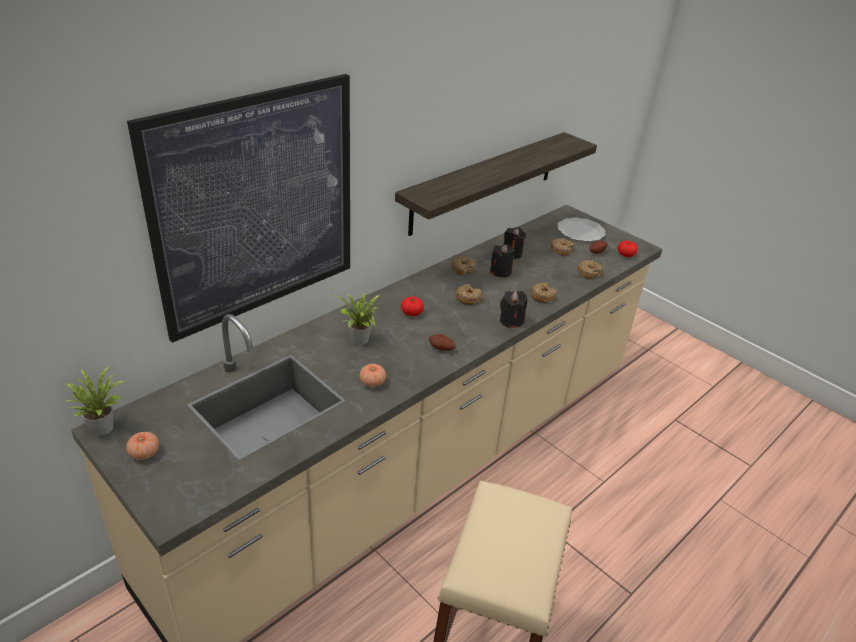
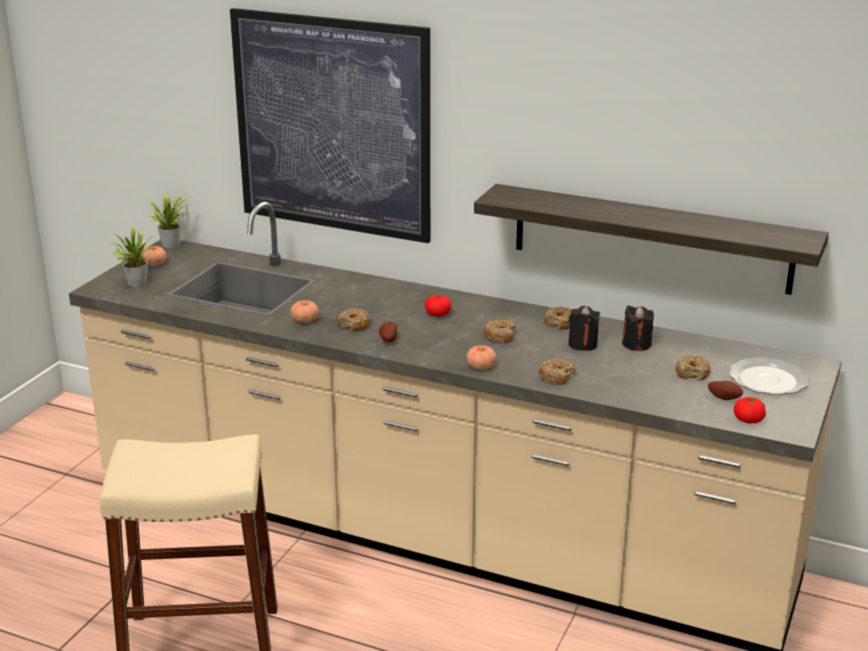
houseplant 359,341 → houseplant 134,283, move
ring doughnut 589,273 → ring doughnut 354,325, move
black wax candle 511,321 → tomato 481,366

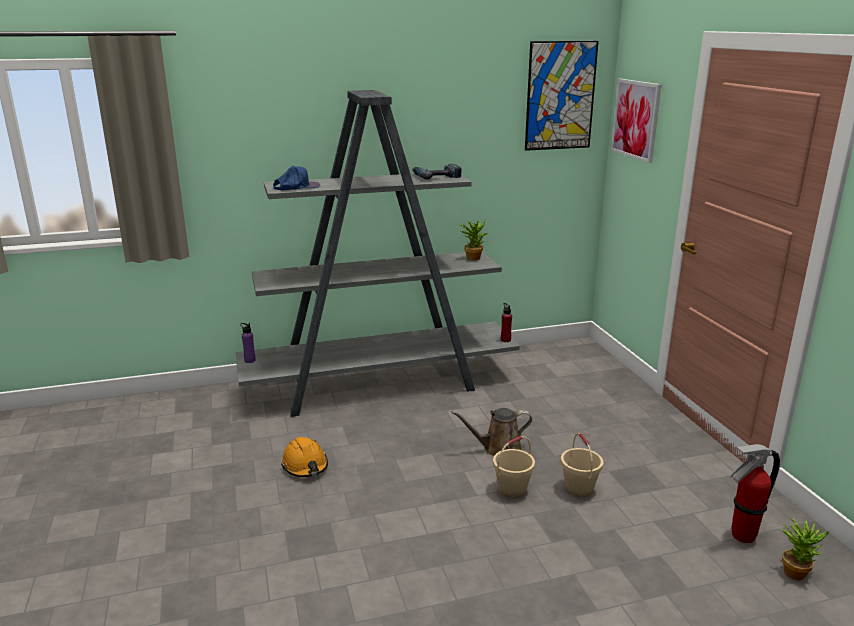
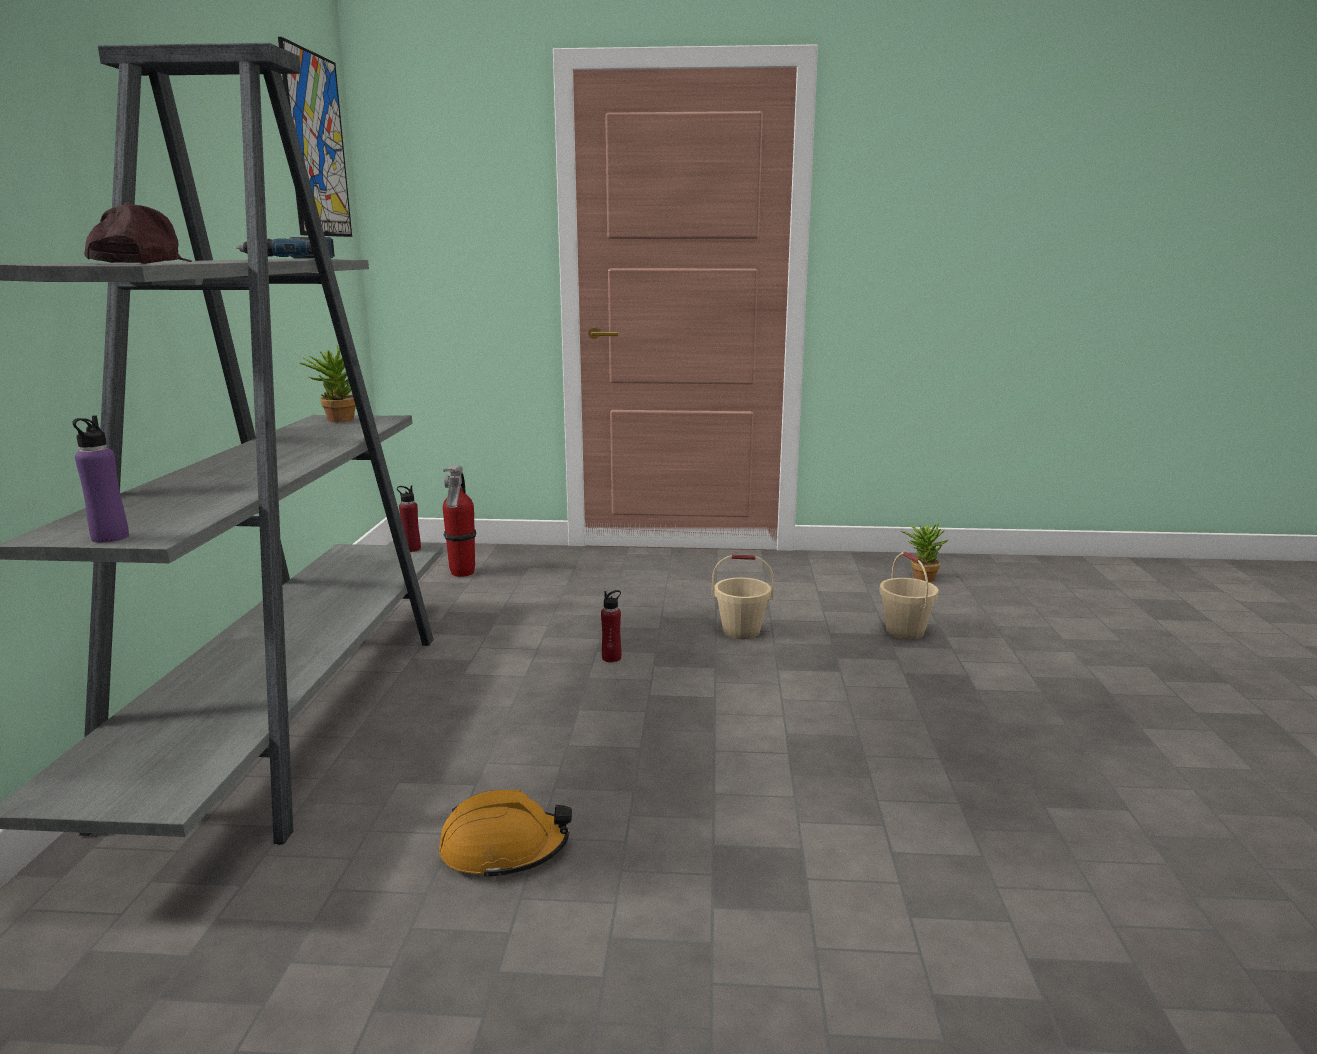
purple bottle 249,360 → purple bottle 110,537, move
bluish cap 296,187 → brown-coloured cap 138,263
fire-fighting cylinder 742,536 → fire-fighting cylinder 462,573, move
brown-coloured watering can 498,448 → red-coloured bottle 611,658
sand-coloured pail 512,490 → sand-coloured pail 905,631, move
wall picture 636,119 → -

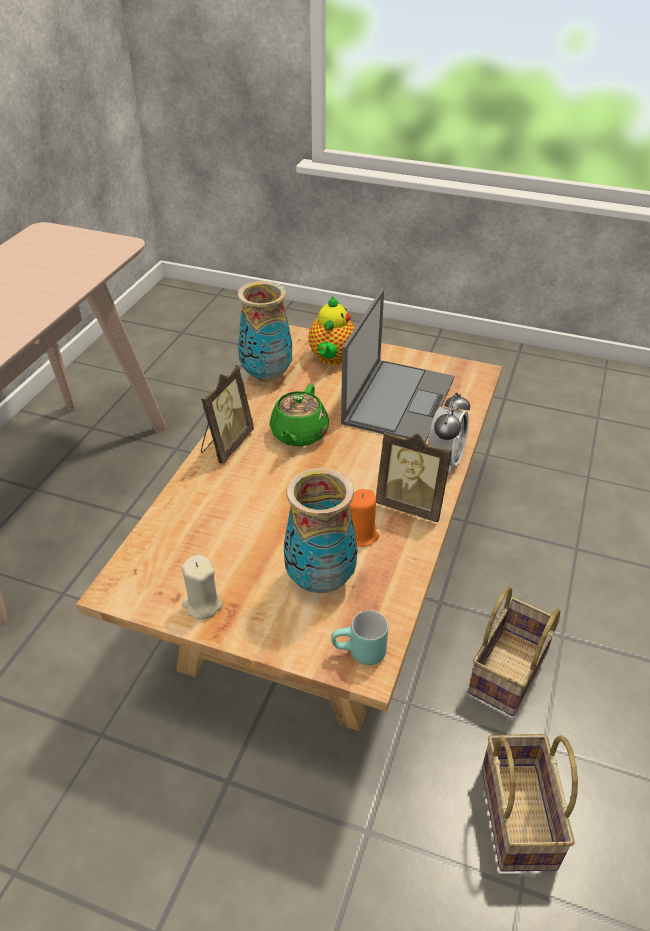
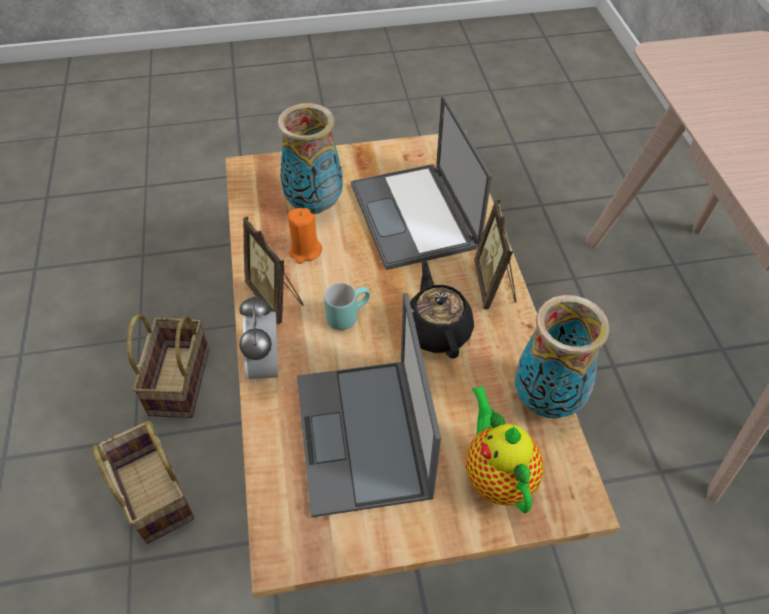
basket 520,819 → basket 152,493, move
picture frame 411,505 → picture frame 276,297, 120 degrees counterclockwise
turquoise coffee mug 359,654 → turquoise coffee mug 347,315, move
- → laptop 415,217
green pot for tea 299,434 → black pot for tea 437,329
sand-coloured wax candle 202,605 → -

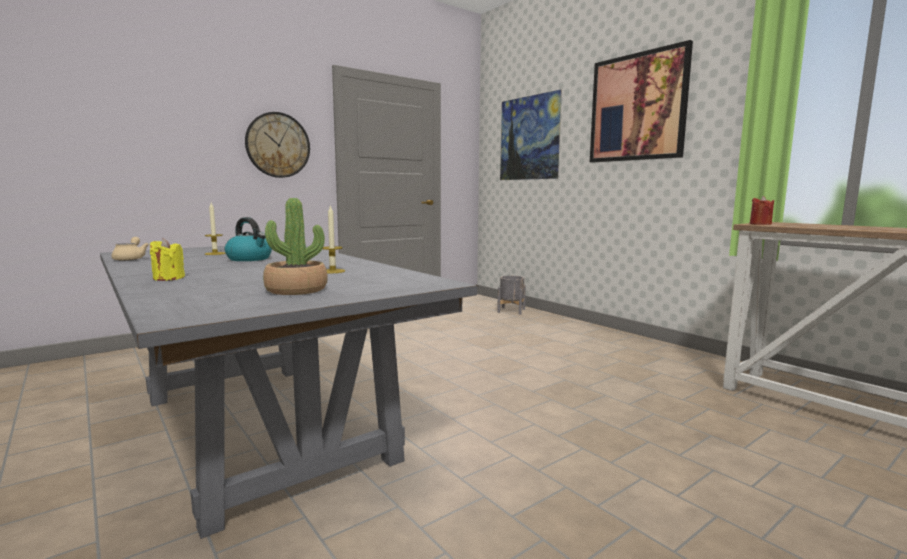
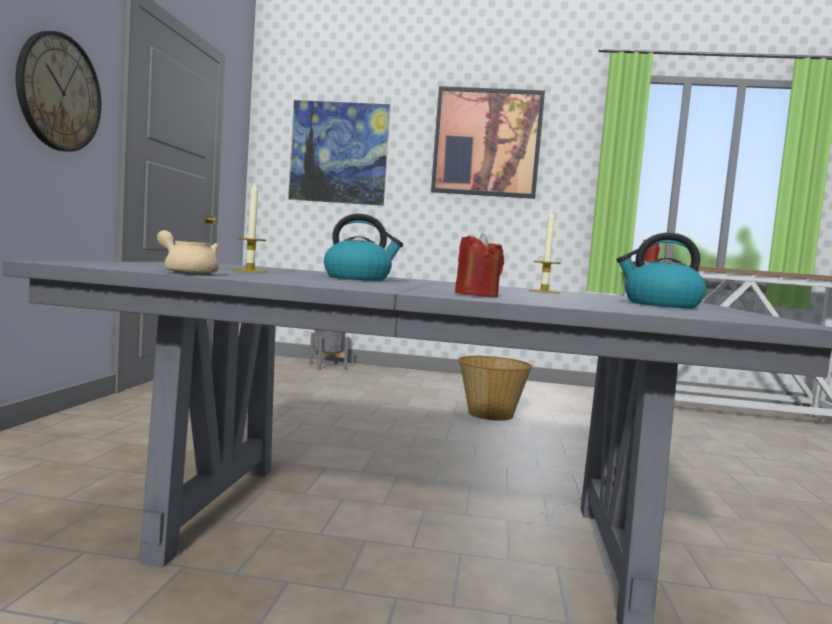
yellow-coloured wax candle 168,278 → red-coloured wax candle 477,295
- → basket 490,414
houseplant 296,290 → tea kettle 660,305

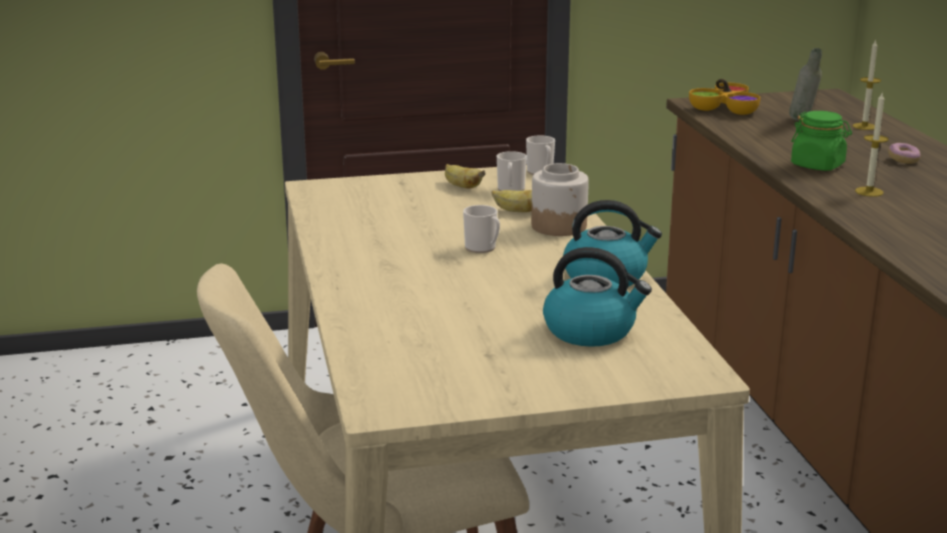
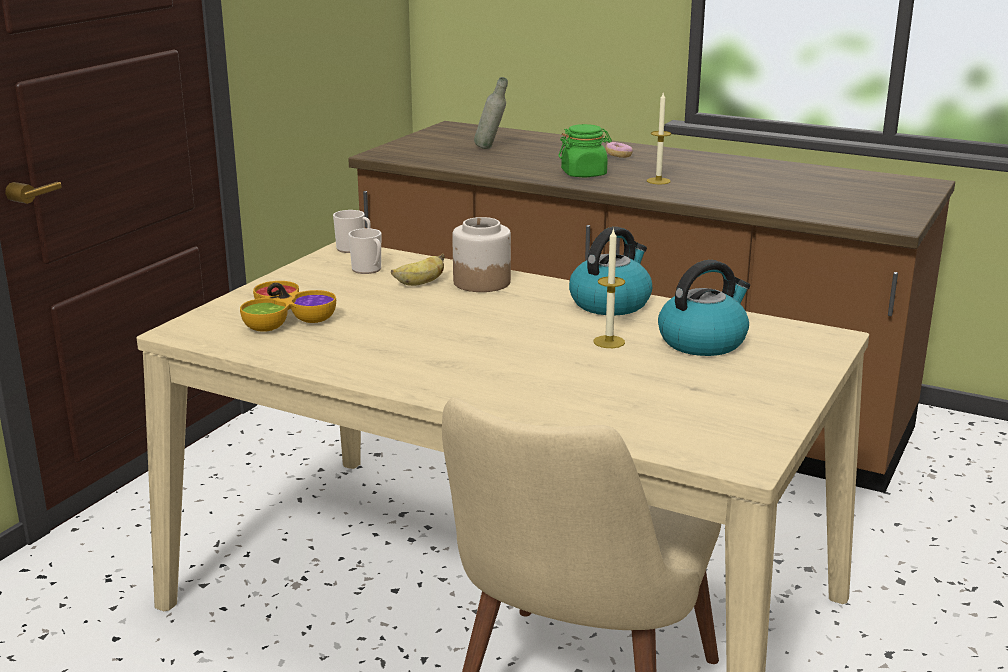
deep dish 725,108 → deep dish 285,319, move
wax candle 864,126 → wax candle 609,342, move
banana 461,186 → -
coffee mug 483,248 → -

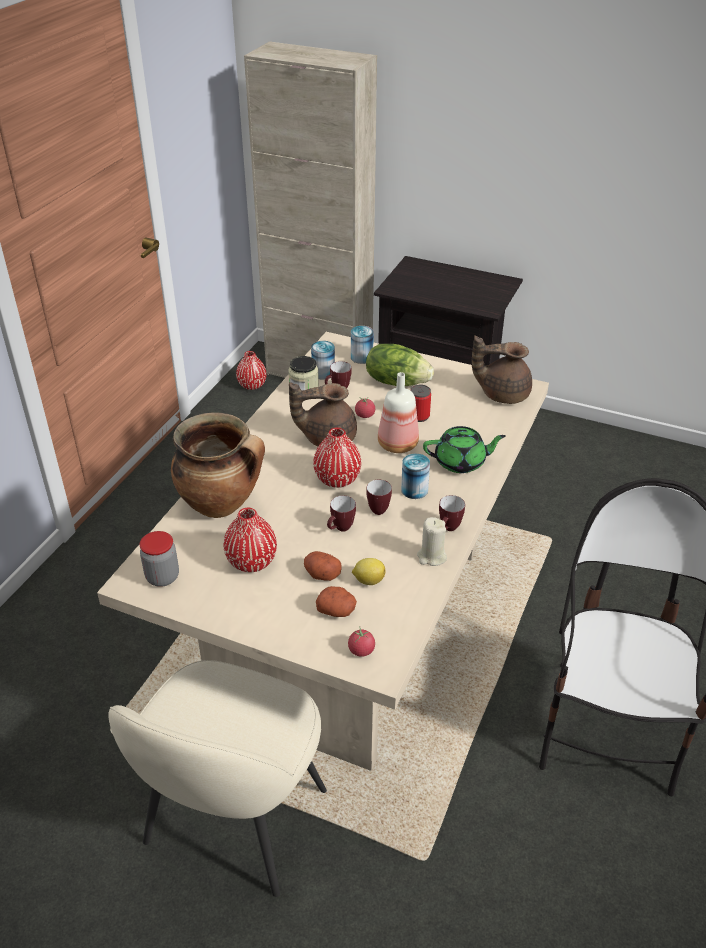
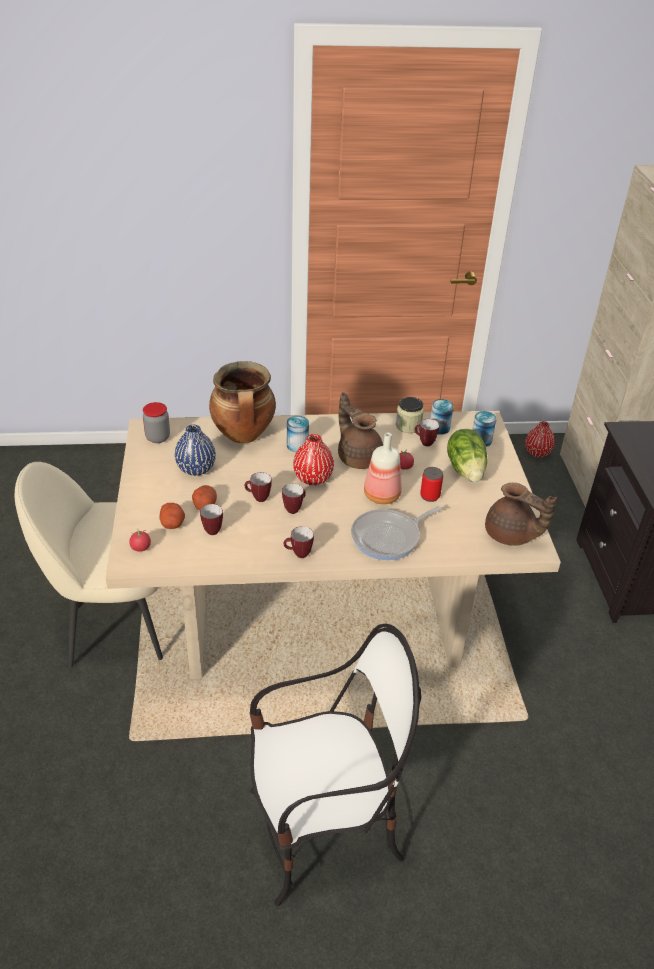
red-coloured flower vase 252,562 → bluish flower vase 196,469
whole lemon 368,580 → coffee mug 212,529
can 414,490 → can 297,445, move
green pot for tea 461,462 → skillet 389,537
brown-coloured pot for tea 502,393 → brown-coloured pot for tea 511,535, 150 degrees clockwise
sand-coloured wax candle 431,557 → -

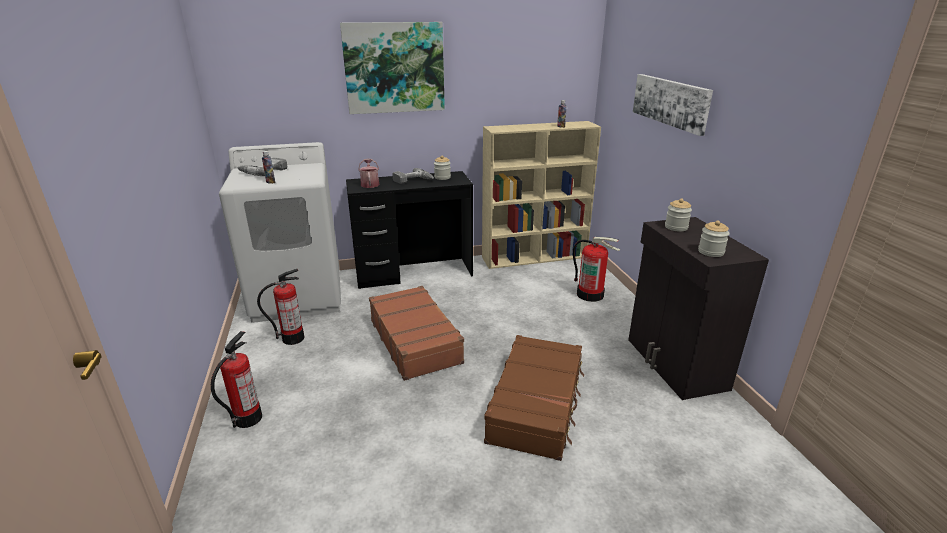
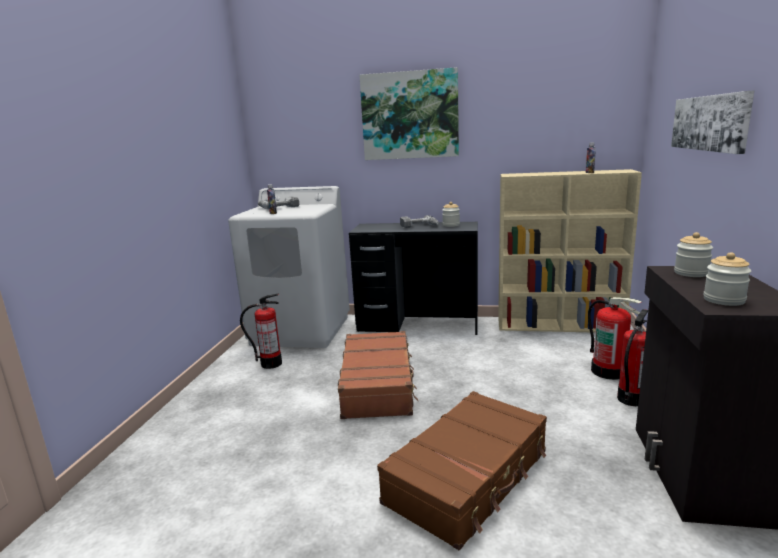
fire-fighting cylinder 248,418 → fire-fighting cylinder 630,399, move
watering can 370,184 → -

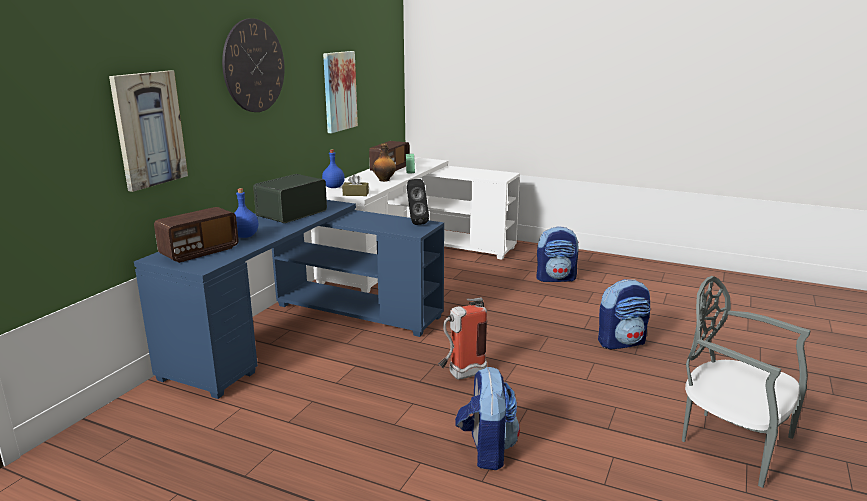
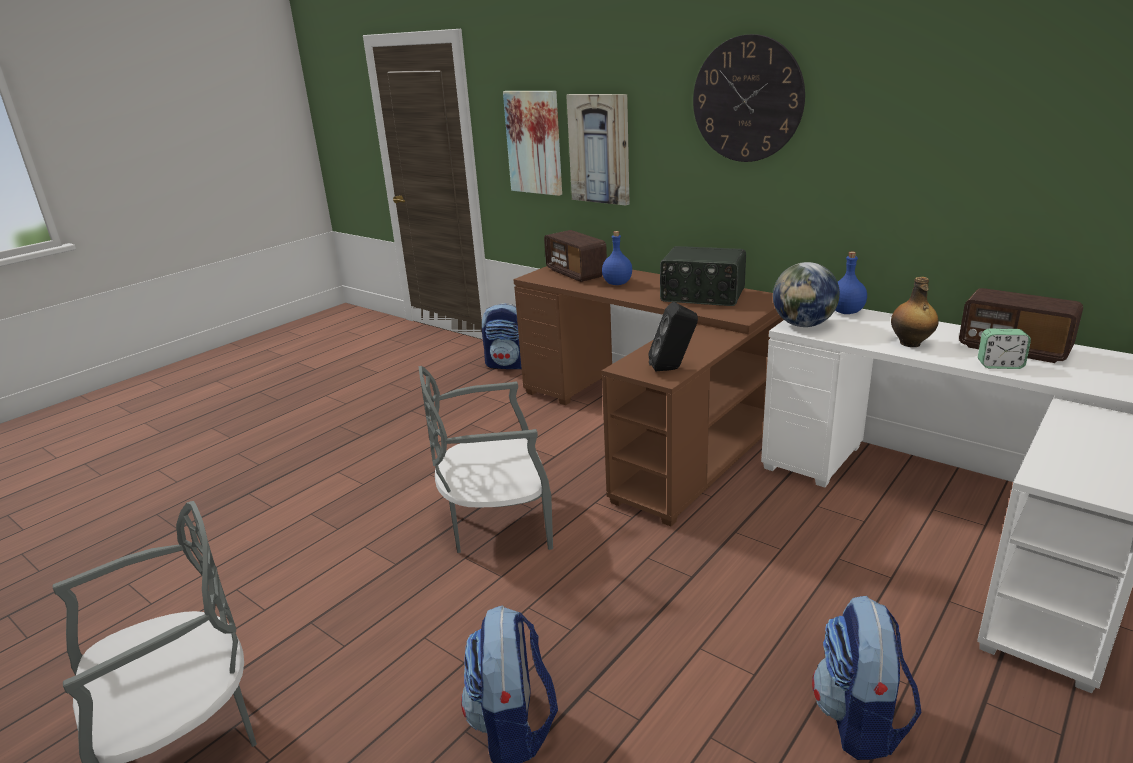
fire-fighting cylinder 461,375 → grey chair 496,525
backpack 486,450 → backpack 510,365, move
wall picture 339,91 → wall picture 534,142, move
bluish desk 303,330 → brown-coloured desk 653,425
radio 291,213 → radio 702,296, 150 degrees clockwise
brown-coloured box of tissues 355,194 → desk globe 803,325

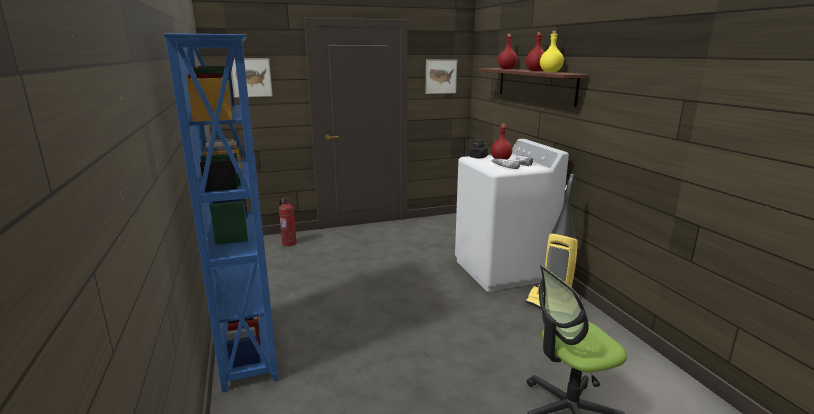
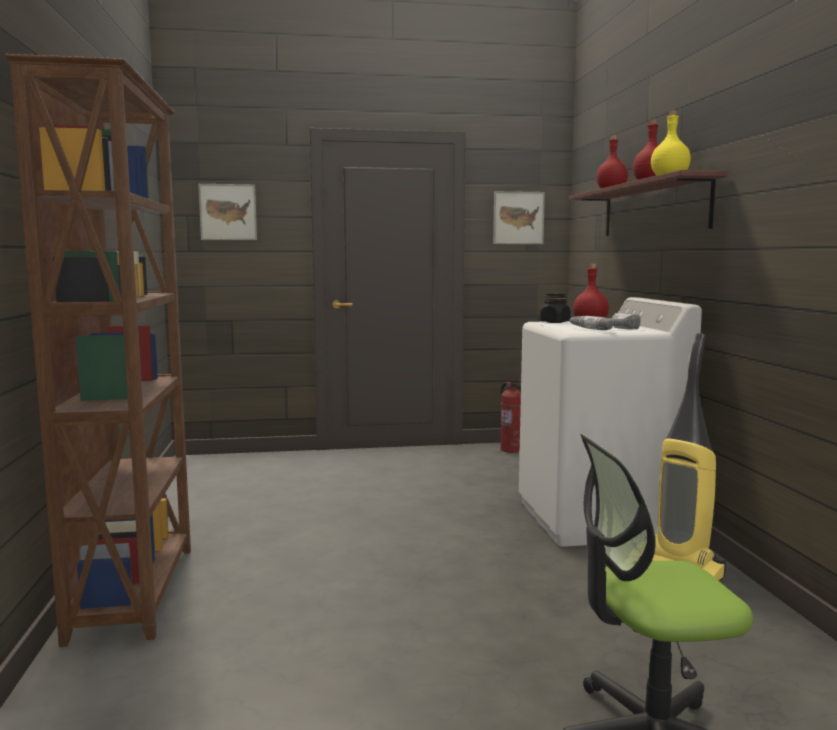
bluish shelving unit 251,347 → brown-coloured shelving unit 136,591
fire-fighting cylinder 289,243 → fire-fighting cylinder 511,450, move

